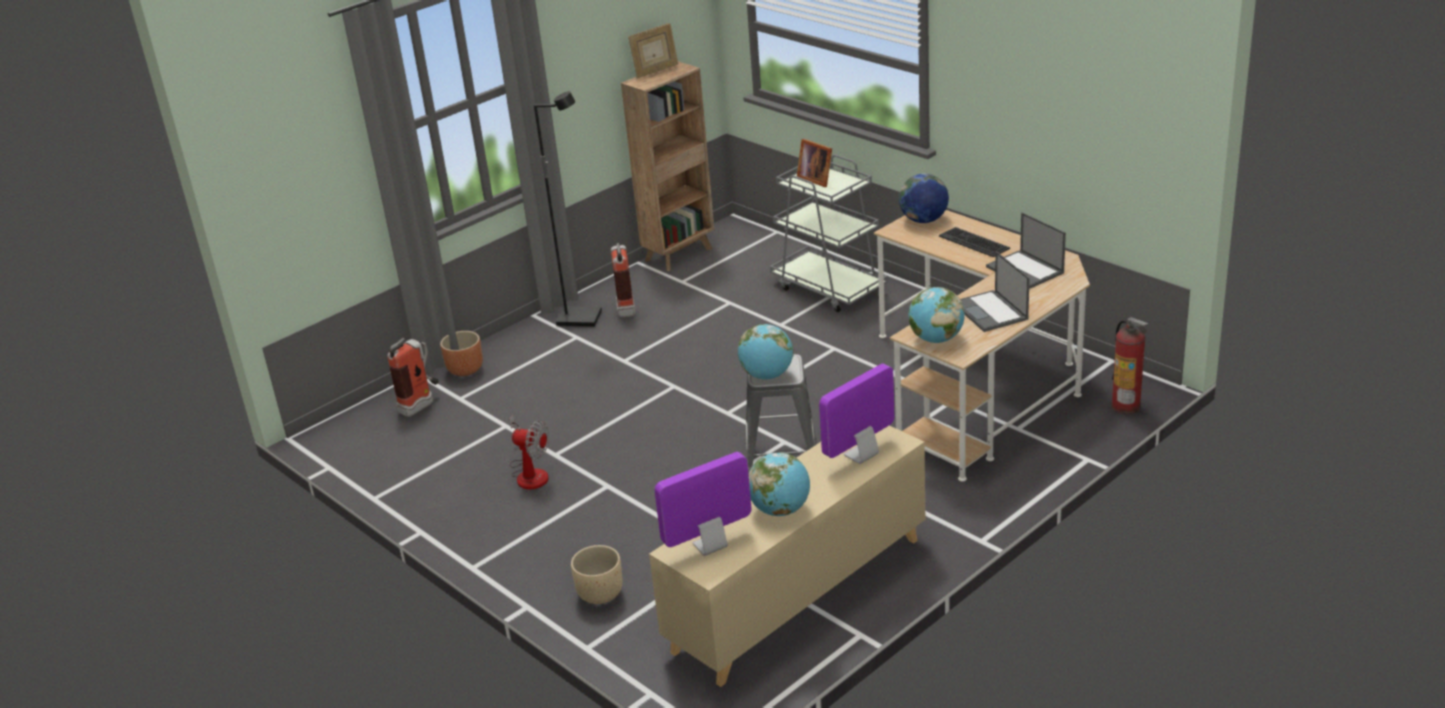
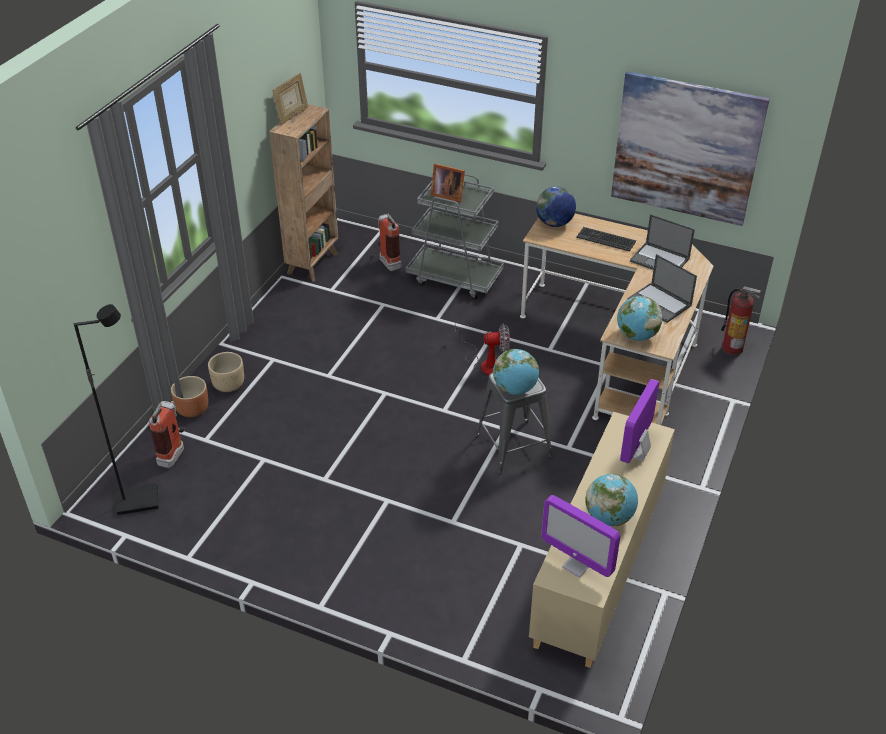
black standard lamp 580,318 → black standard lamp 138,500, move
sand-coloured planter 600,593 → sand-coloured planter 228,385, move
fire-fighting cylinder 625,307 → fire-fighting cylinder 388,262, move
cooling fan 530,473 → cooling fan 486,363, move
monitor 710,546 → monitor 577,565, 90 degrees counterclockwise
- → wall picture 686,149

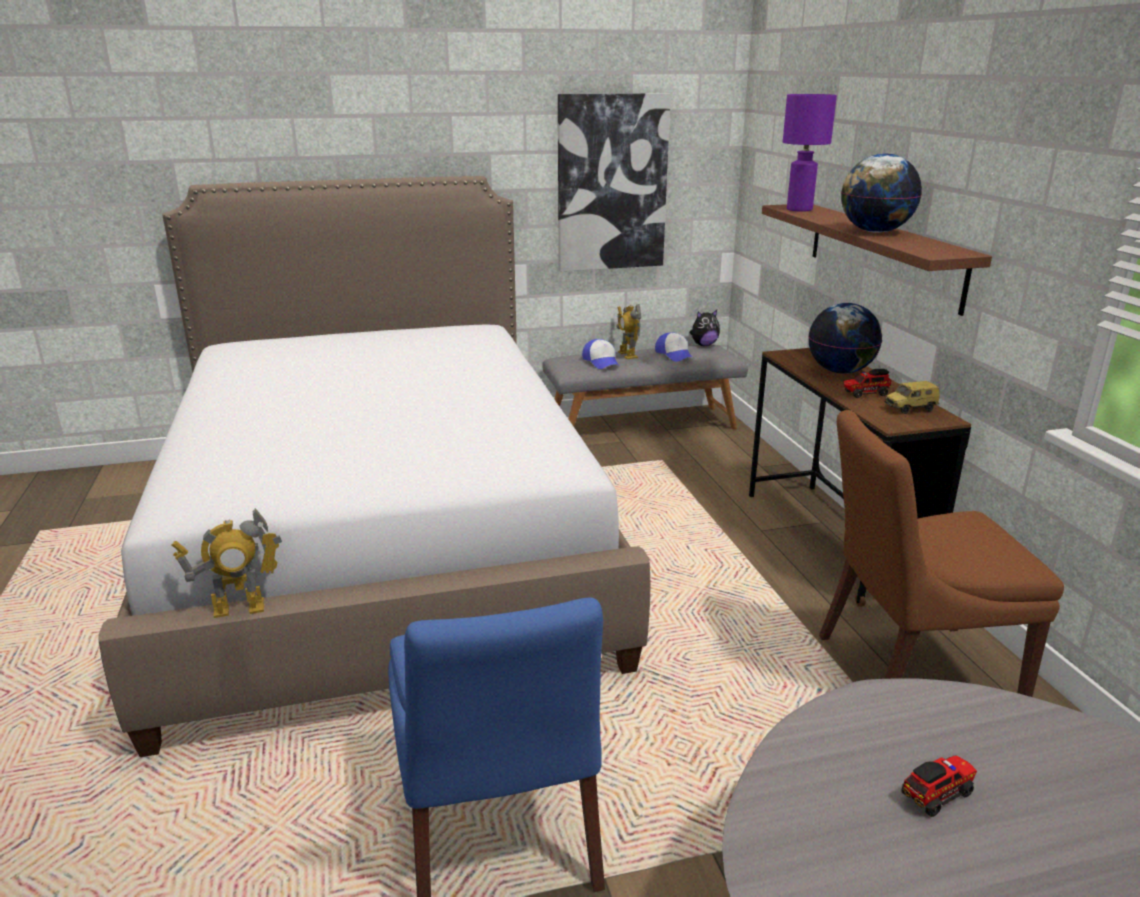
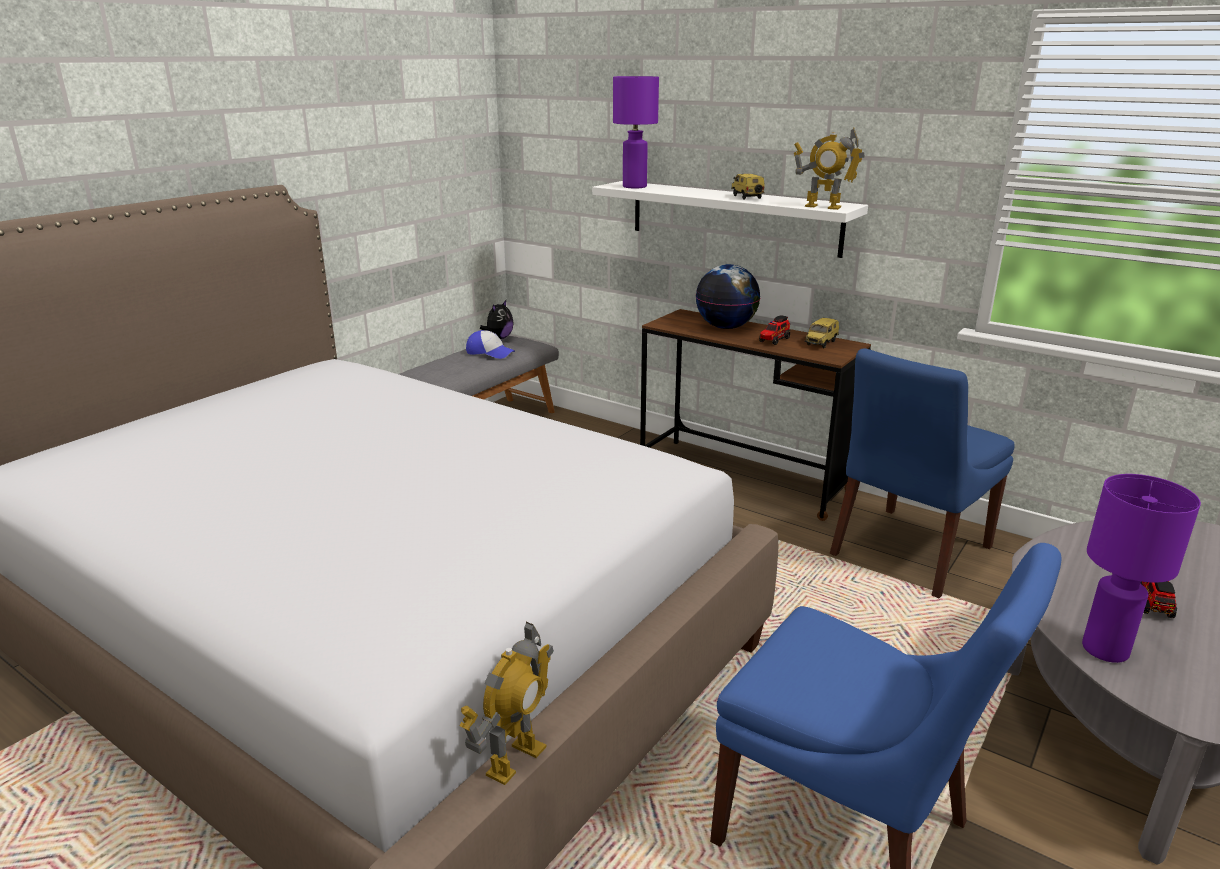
brown-coloured wall shelf 882,254 → whitish wall shelf 733,217
desk globe 874,232 → model car 745,197
toy robot 627,355 → toy robot 823,207, move
brown-coloured chair 909,672 → bluish chair 908,553
- → purple table lamp 1106,651
wall picture 611,183 → -
cap 601,362 → -

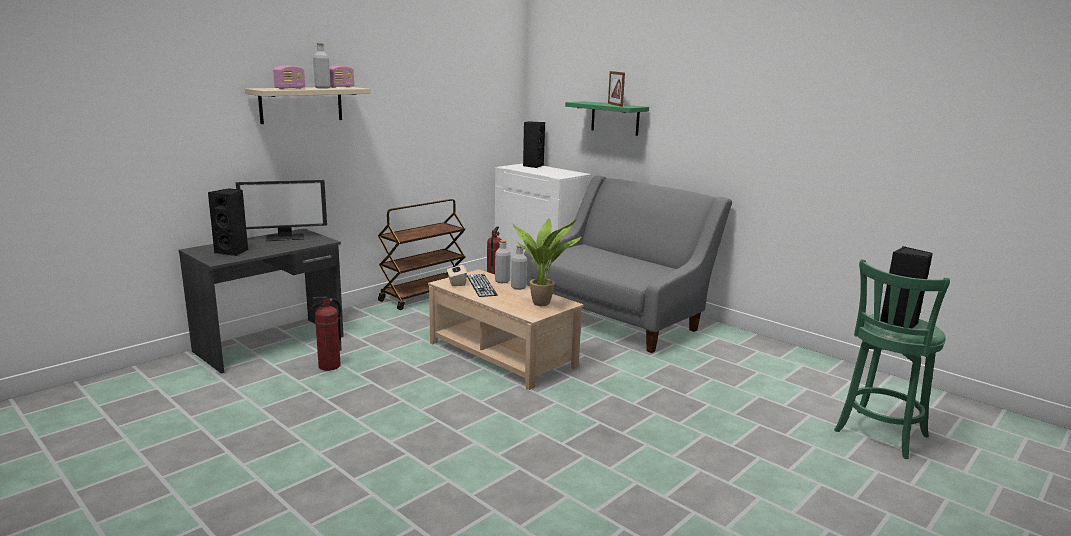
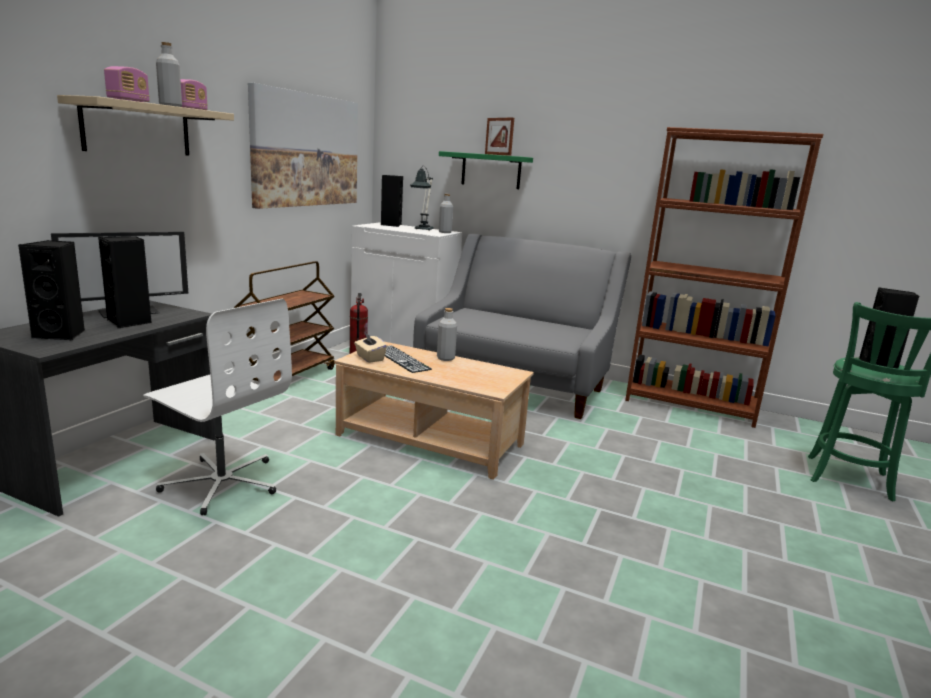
- → black speaker 130,322
fire-fighting cylinder 329,366 → whitish office chair 222,483
- → wall picture 306,150
- → table lamp 422,230
grey bottle 502,281 → grey bottle 445,232, move
- → brown-coloured shelving unit 690,405
houseplant 543,303 → -

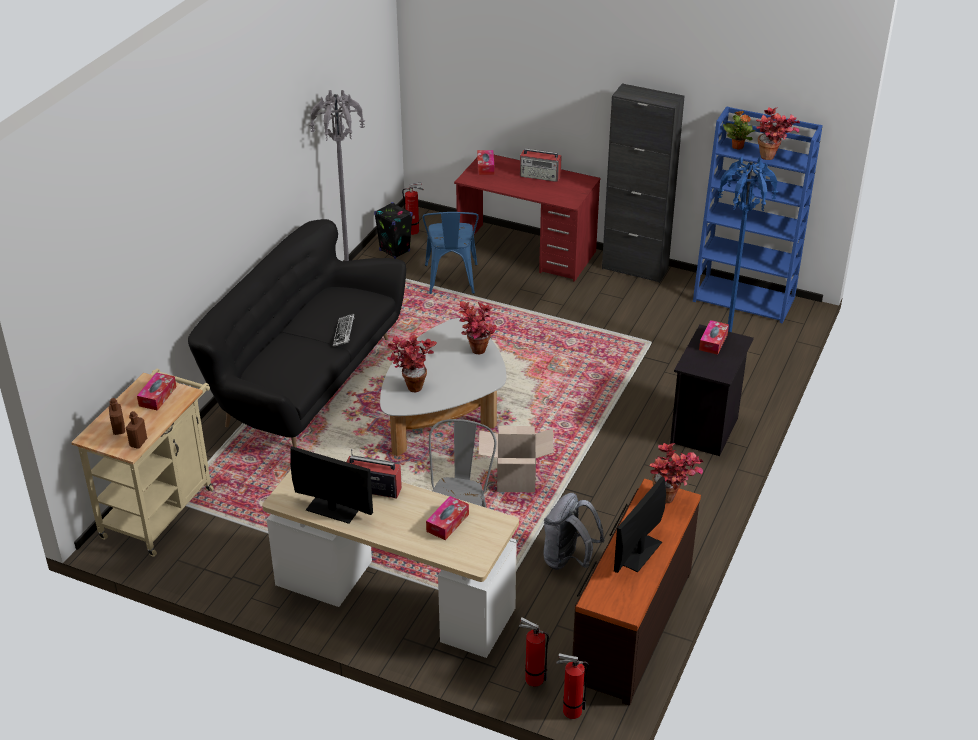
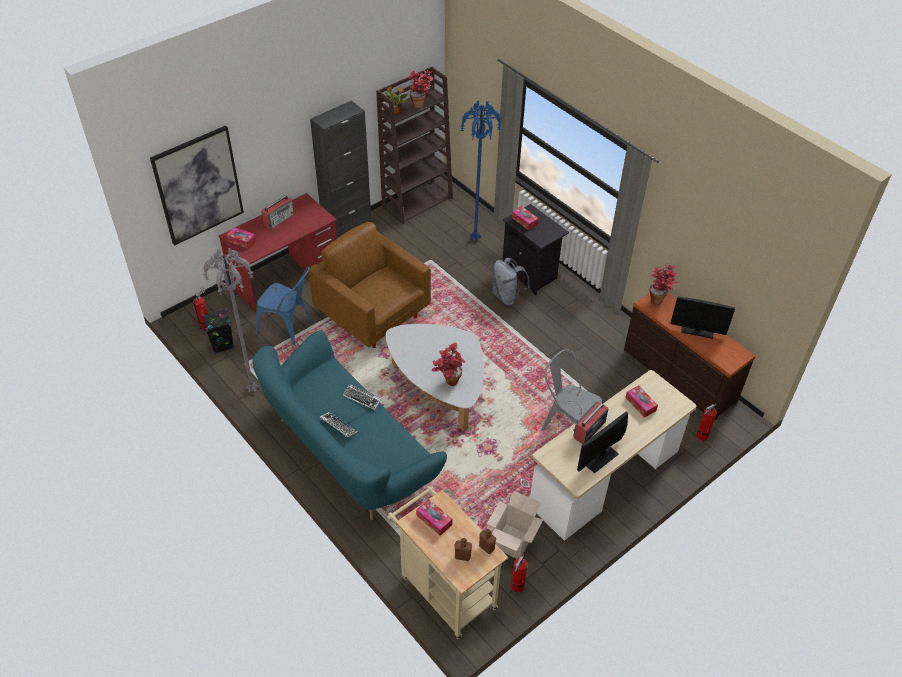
- → wall picture 198,185
black settee 305,380 → turquoise settee 347,453
- → brown-coloured armchair 373,315
- → keyboard 338,426
bluish shelving unit 745,299 → brown-coloured shelving unit 417,202
carton 516,480 → carton 512,542, move
grey backpack 568,560 → grey backpack 507,297, move
fire-fighting cylinder 569,711 → fire-fighting cylinder 516,587, move
monitor 640,552 → monitor 697,330, 45 degrees counterclockwise
houseplant 477,354 → -

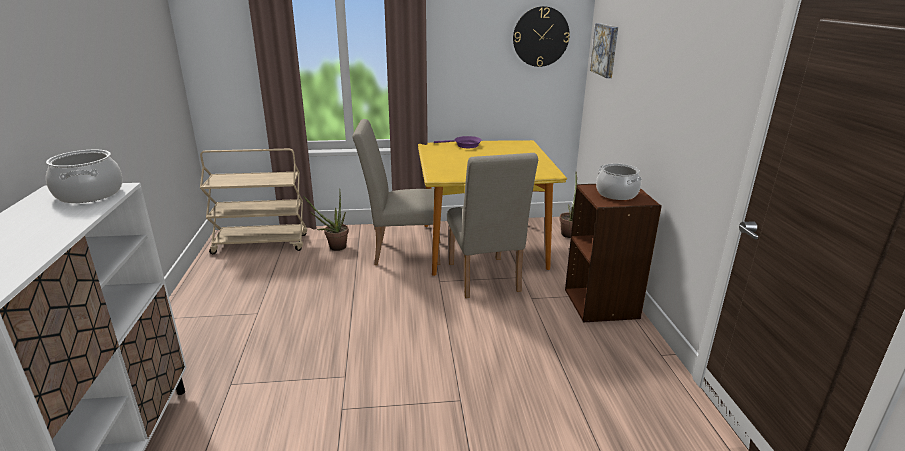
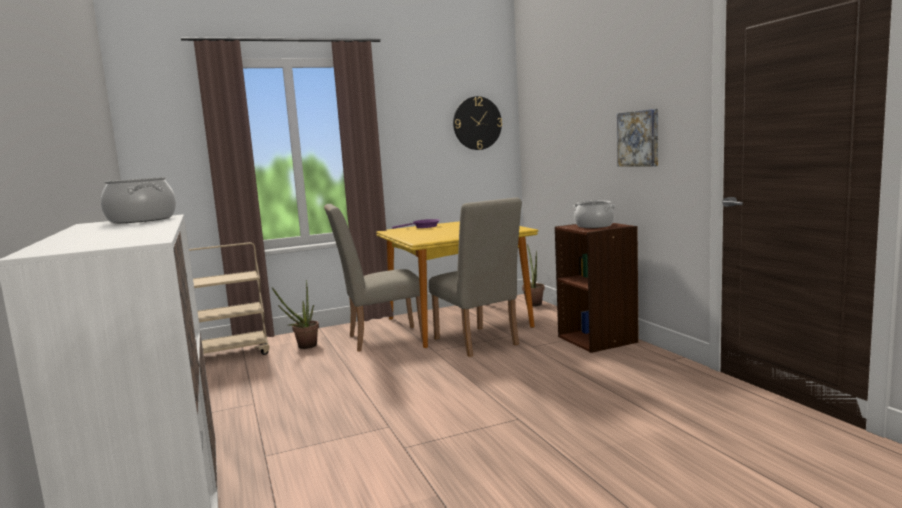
wall picture 606,50 → wall picture 639,138, move

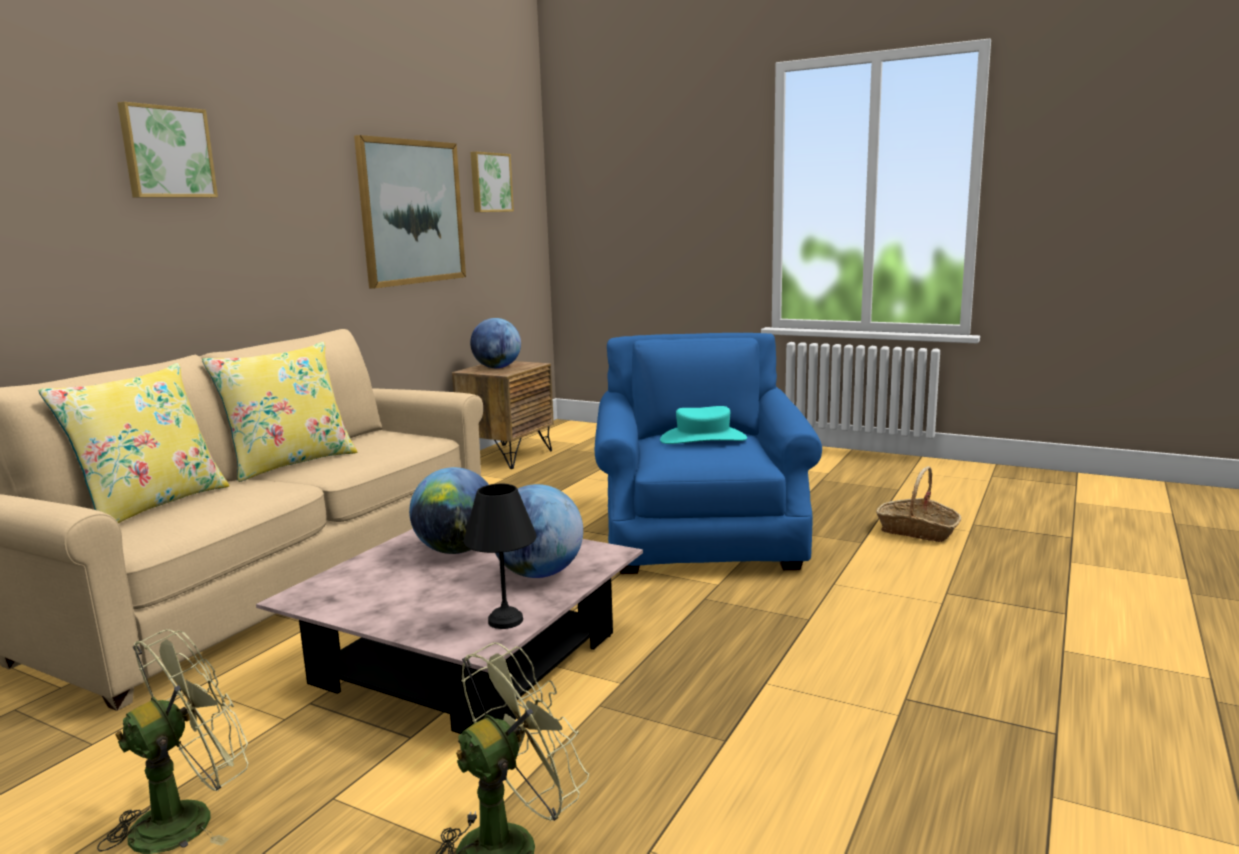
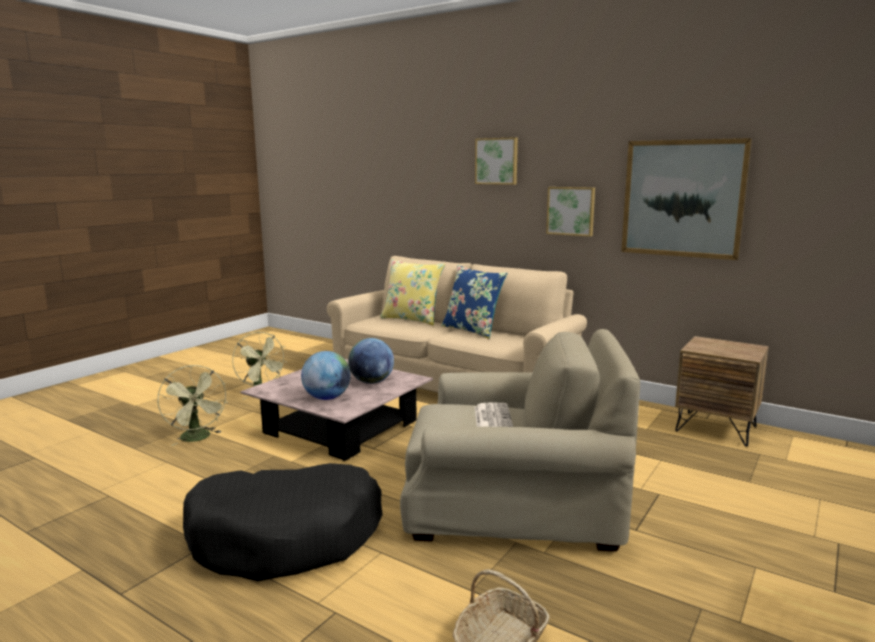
- → black pet bed 286,536
bluish armchair 700,531 → sand-coloured armchair 512,504
yellow-coloured throw pillow 290,463 → bluish throw pillow 472,330
turquoise hat 703,439 → printed paper 492,418
wall picture 490,182 → wall picture 571,211, move
black table lamp 504,621 → -
desk globe 497,368 → -

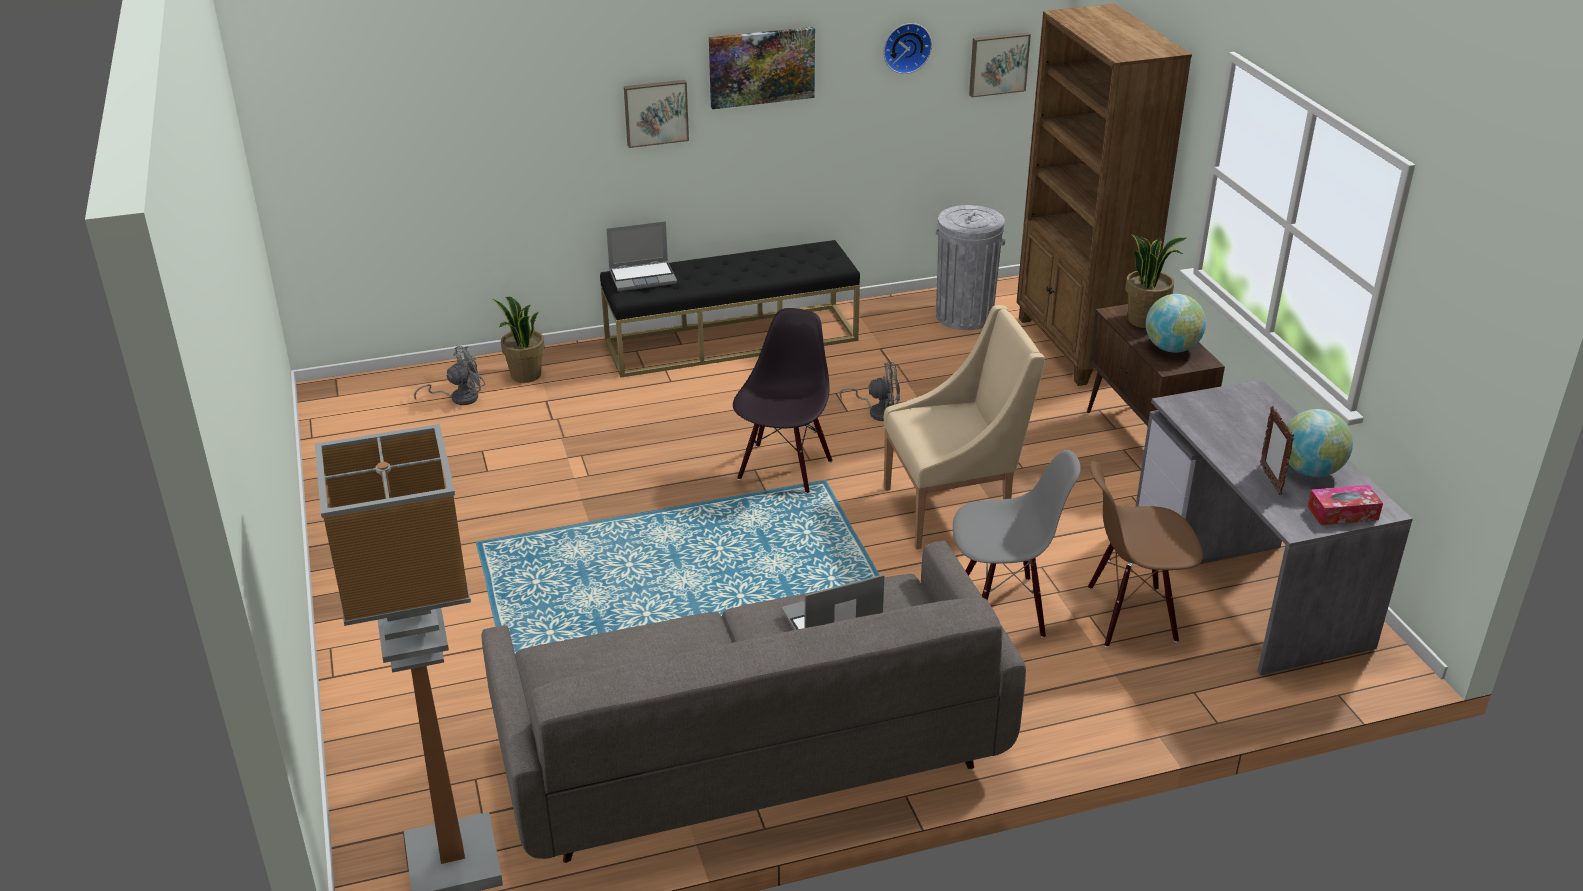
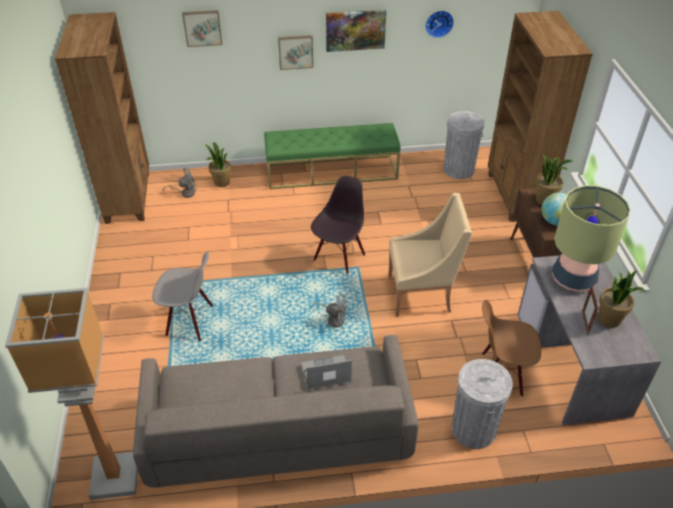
- → brown-coloured shelving unit 129,197
grey chair 1002,608 → grey chair 189,321, move
wall picture 998,63 → wall picture 202,27, move
black indoor bench 732,340 → green indoor bench 332,172
grey cooling fan 878,411 → grey cooling fan 334,319, move
- → grey waste bin 473,429
- → table lamp 573,278
desk globe 1310,471 → houseplant 609,319
laptop 643,277 → -
box of tissues 1342,513 → -

